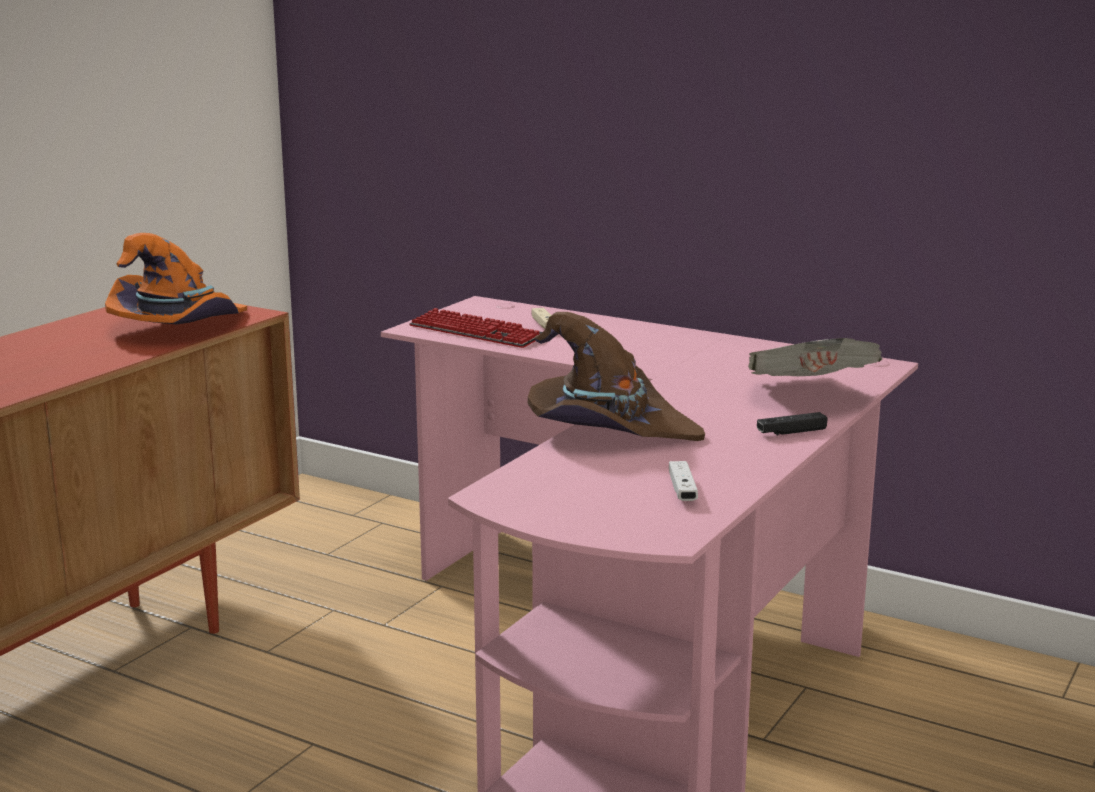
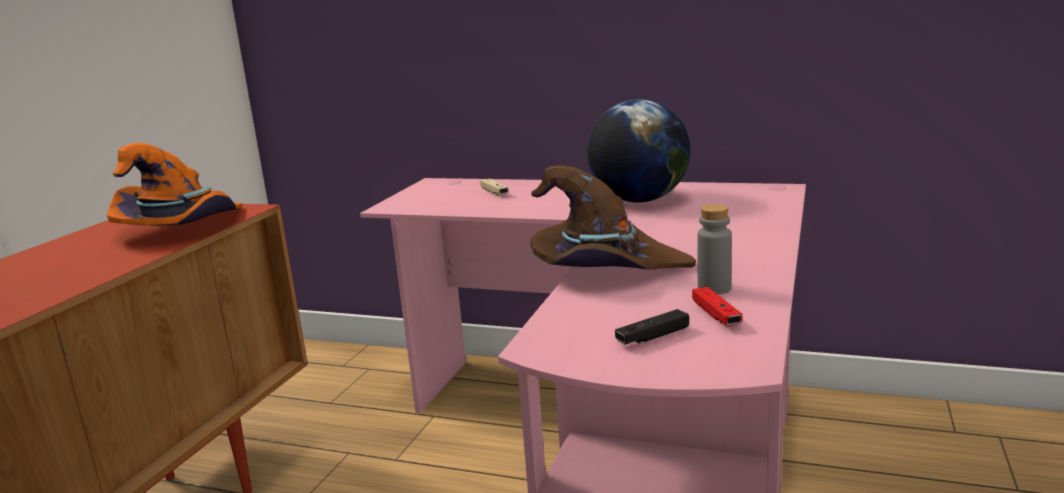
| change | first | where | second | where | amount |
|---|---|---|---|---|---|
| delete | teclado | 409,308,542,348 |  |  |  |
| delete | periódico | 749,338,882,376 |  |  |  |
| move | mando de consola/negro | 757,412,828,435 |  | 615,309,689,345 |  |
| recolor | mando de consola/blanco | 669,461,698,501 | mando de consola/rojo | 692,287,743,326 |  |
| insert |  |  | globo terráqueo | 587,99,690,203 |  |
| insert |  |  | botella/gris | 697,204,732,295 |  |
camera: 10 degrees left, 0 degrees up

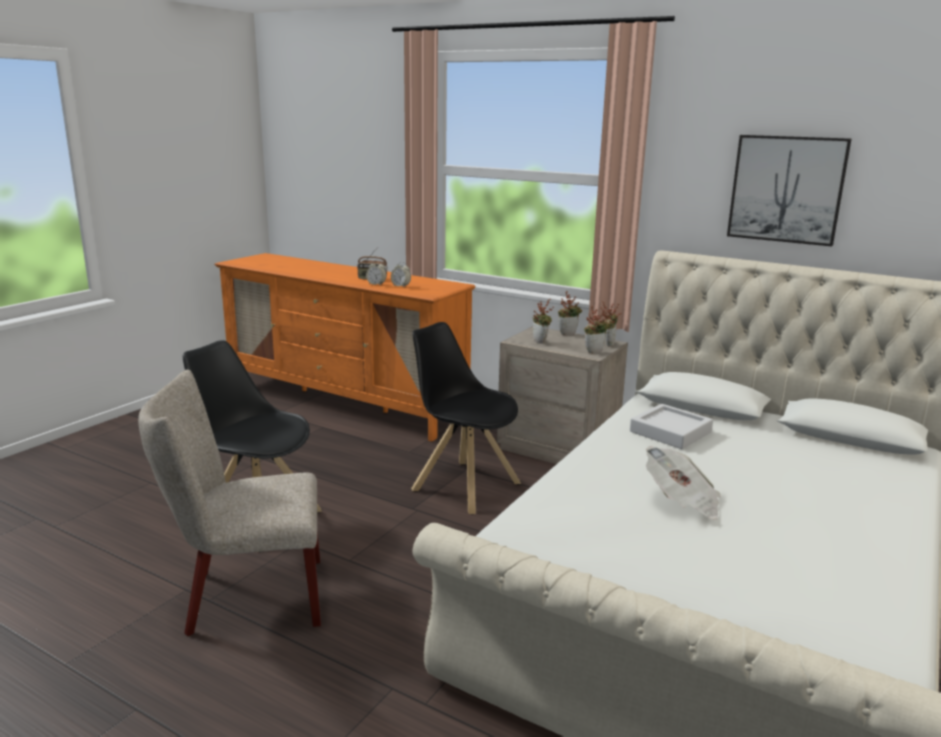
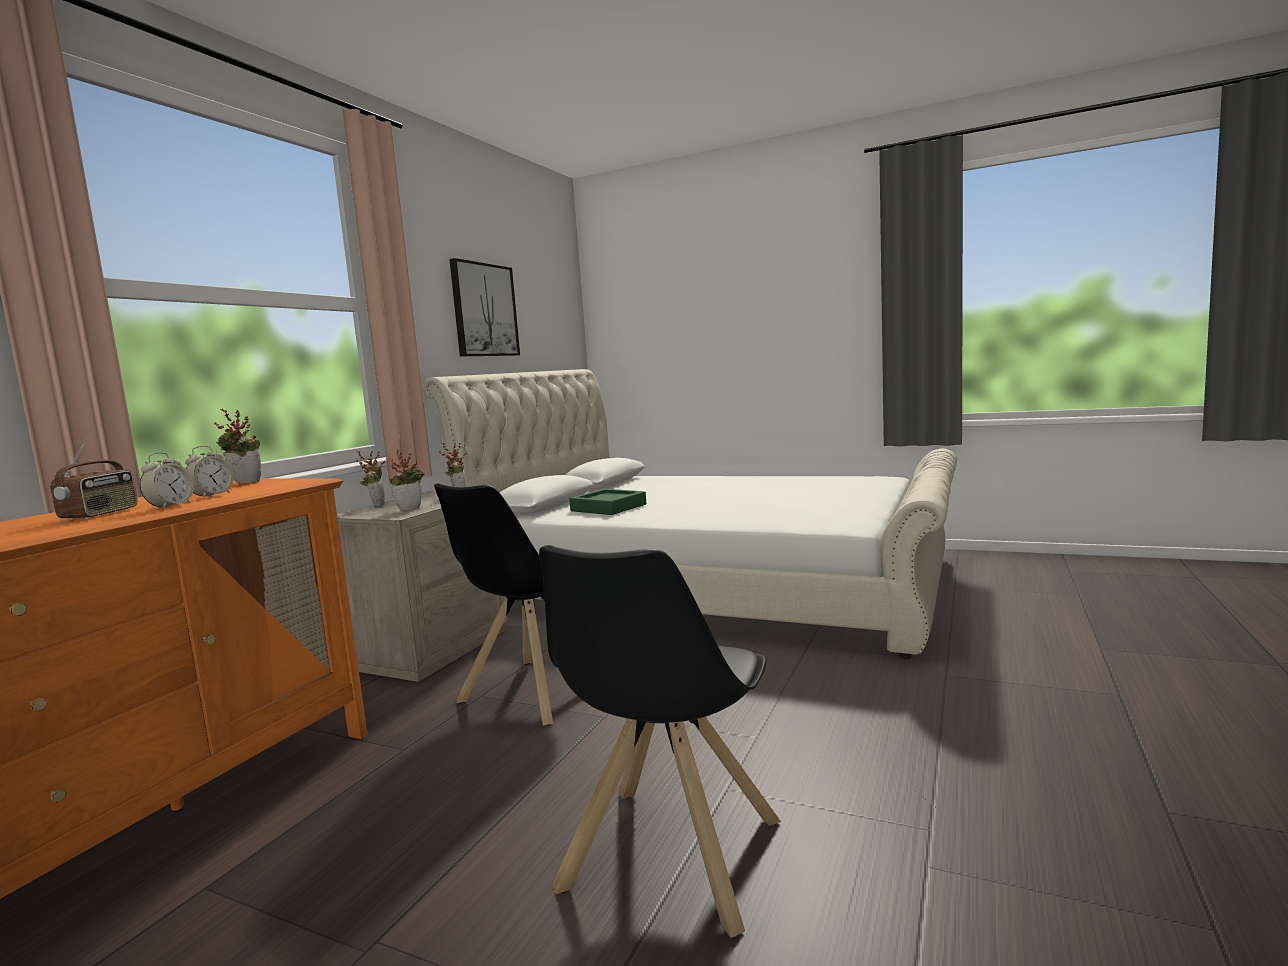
| change | first | where | second | where | amount |
|---|---|---|---|---|---|
| move | planta en maceta | 601,301,621,347 |  | 214,409,261,483 |  |
| delete | silla/beis | 138,370,321,636 |  |  |  |
| recolor | bandeja/gris | 630,404,713,449 | bandeja/verde | 569,489,646,515 |  |
| delete | periódico | 646,446,721,519 |  |  |  |
camera: 95 degrees left, 10 degrees down

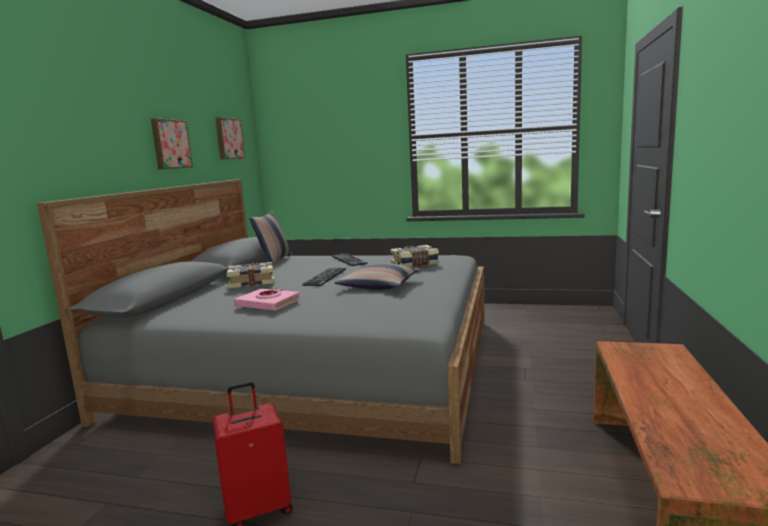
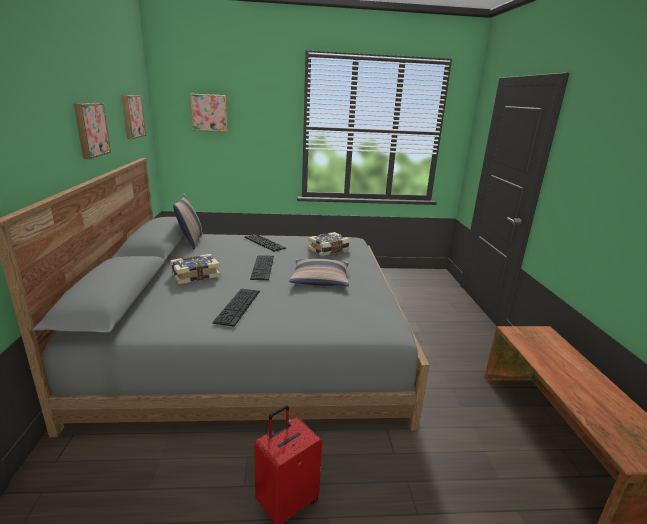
| change | first | where | second | where | amount |
|---|---|---|---|---|---|
| replace | libro/rosa | 234,288,300,311 | teclado | 212,289,260,327 |  |
| insert |  |  | cuadro | 190,93,228,132 |  |
camera: 20 degrees left, 10 degrees up

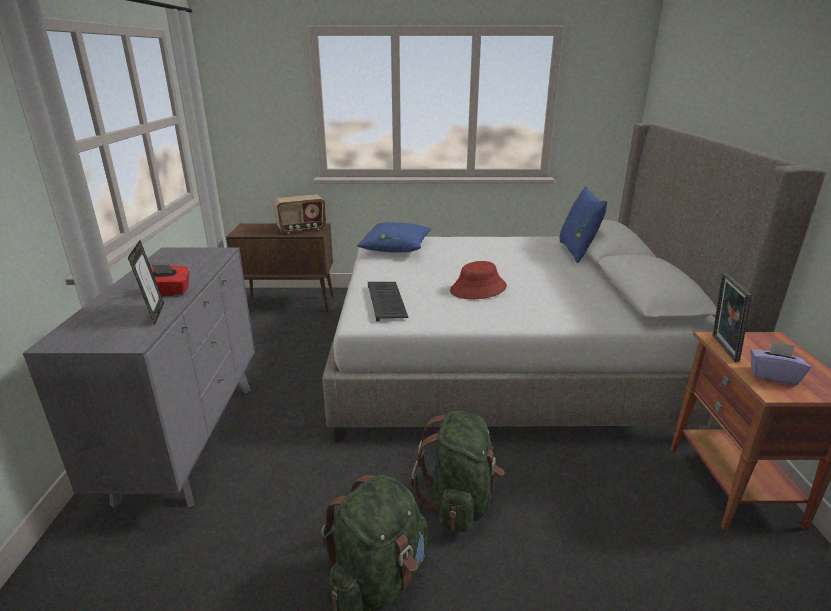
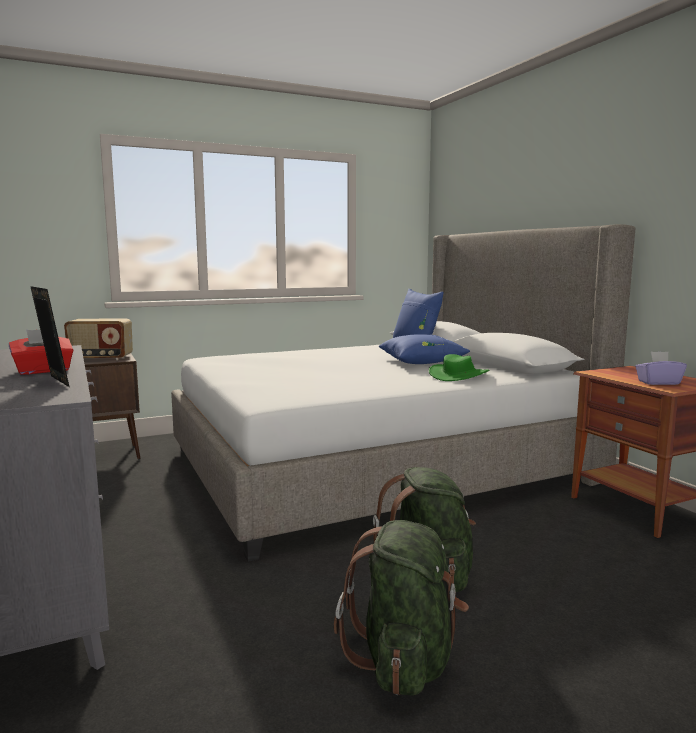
| change | first | where | second | where | amount |
|---|---|---|---|---|---|
| rotate | radio | 274,194,326,234 |  | 64,319,133,360 | 45 degrees clockwise |
| move | cojín/azul | 357,222,431,252 |  | 379,334,470,364 |  |
| delete | sombrero/rojo | 450,261,507,299 |  |  |  |
| delete | portarretratos | 712,273,752,362 |  |  |  |
| delete | teclado | 368,282,408,322 |  |  |  |
| insert |  |  | sombrero/verde | 429,354,489,381 |  |
camera: 25 degrees left, 15 degrees down

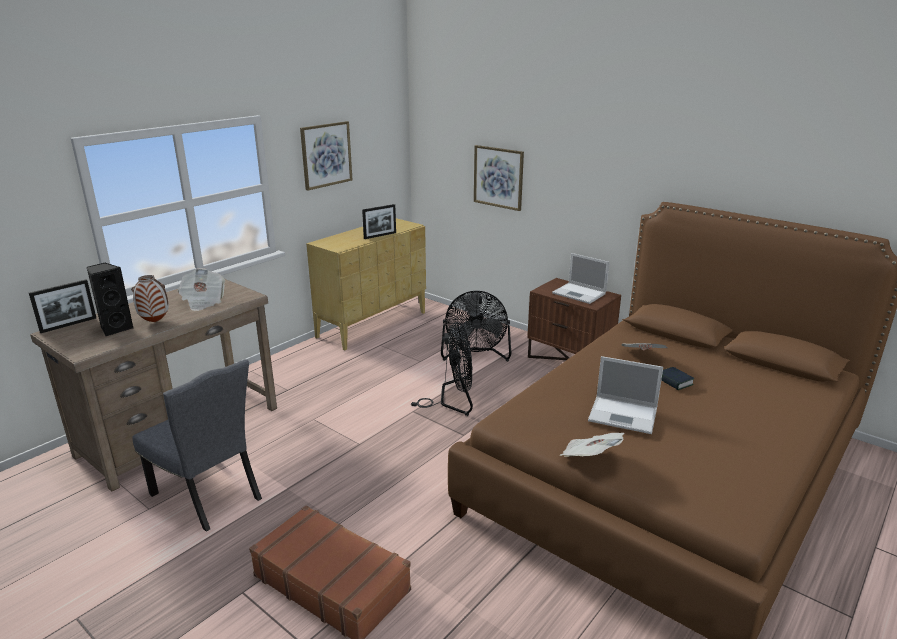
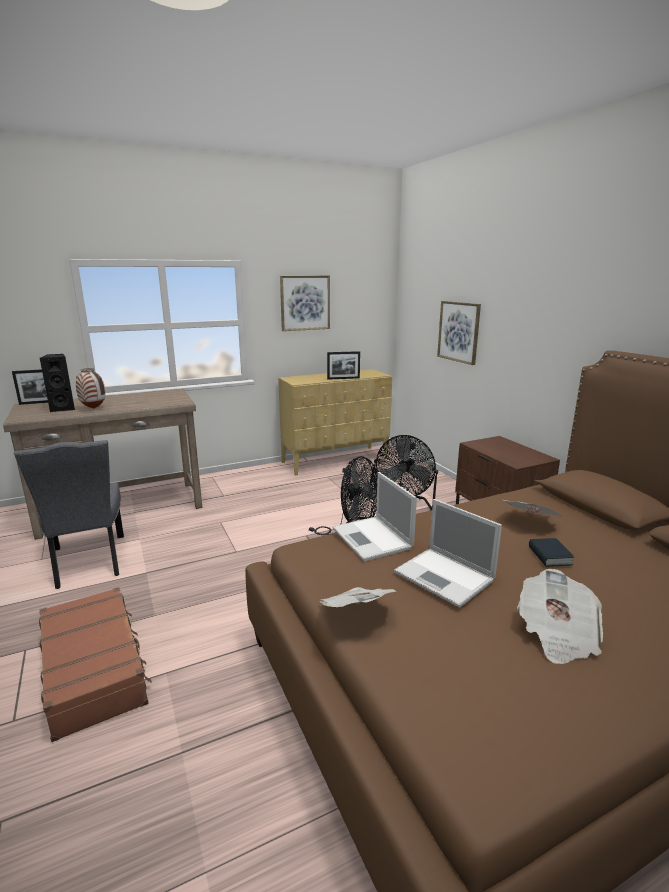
| change | first | where | second | where | amount |
|---|---|---|---|---|---|
| move | portátil | 552,253,610,304 |  | 333,472,417,562 |  |
| move | periódico | 178,268,225,311 |  | 517,569,603,664 |  |
camera: 25 degrees right, 5 degrees down

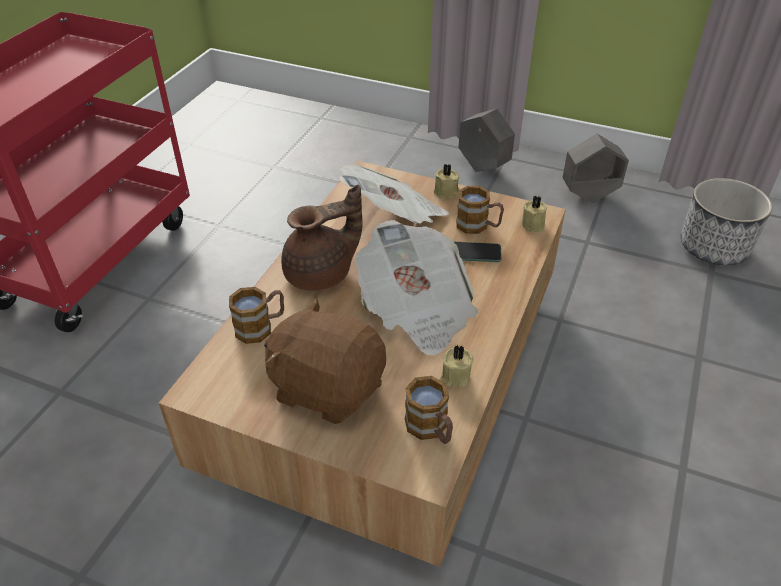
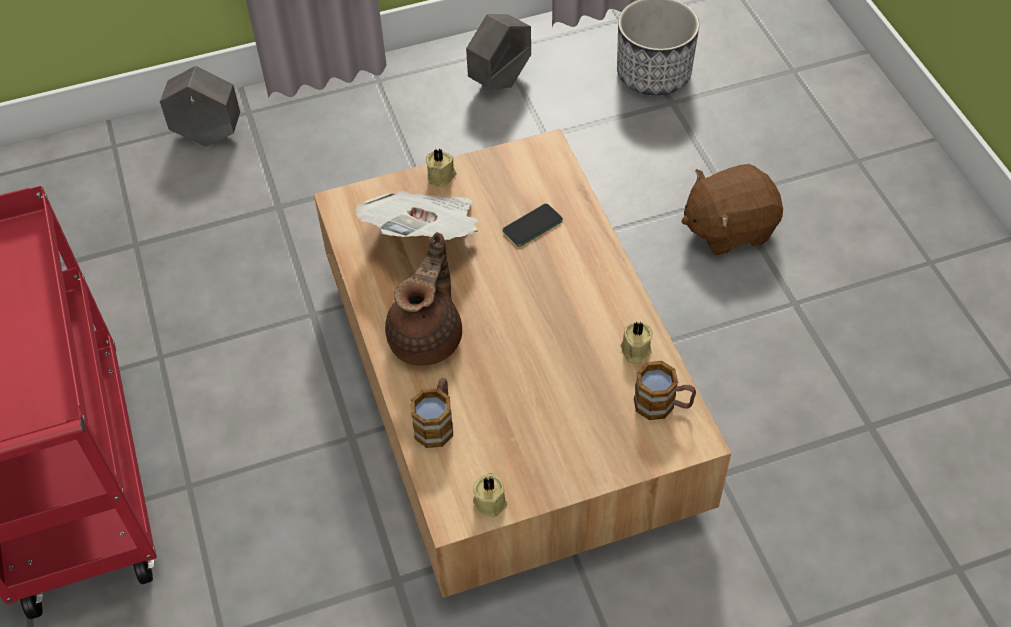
| change | first | where | second | where | amount |
|---|---|---|---|---|---|
| move | maceta/gris | 458,109,515,172 |  | 160,66,240,147 |  |
| delete | taza grande | 456,186,504,234 |  |  |  |
| move | vela/beis | 522,196,547,232 |  | 473,474,507,517 |  |
| delete | periódico | 355,220,478,356 |  |  |  |
| move | peluche/marrón | 264,298,386,424 |  | 681,164,783,256 |  |
camera: 40 degrees left, 10 degrees up

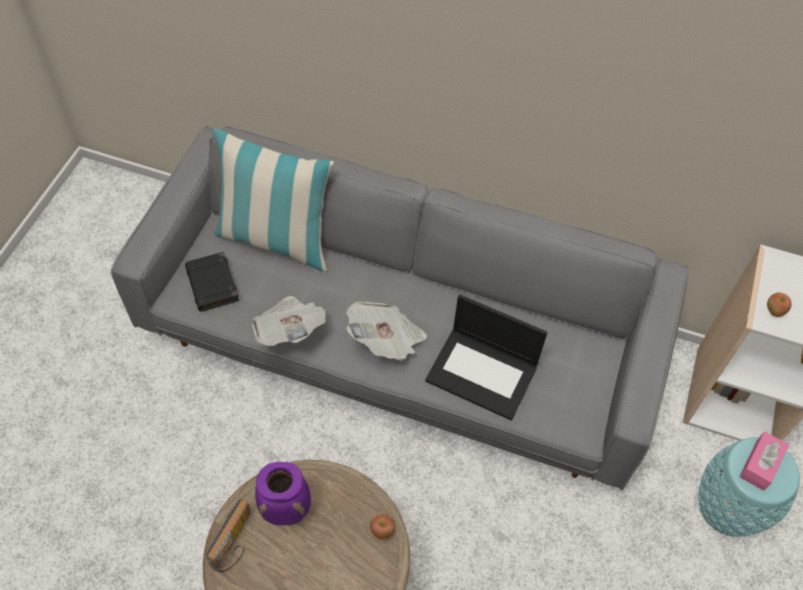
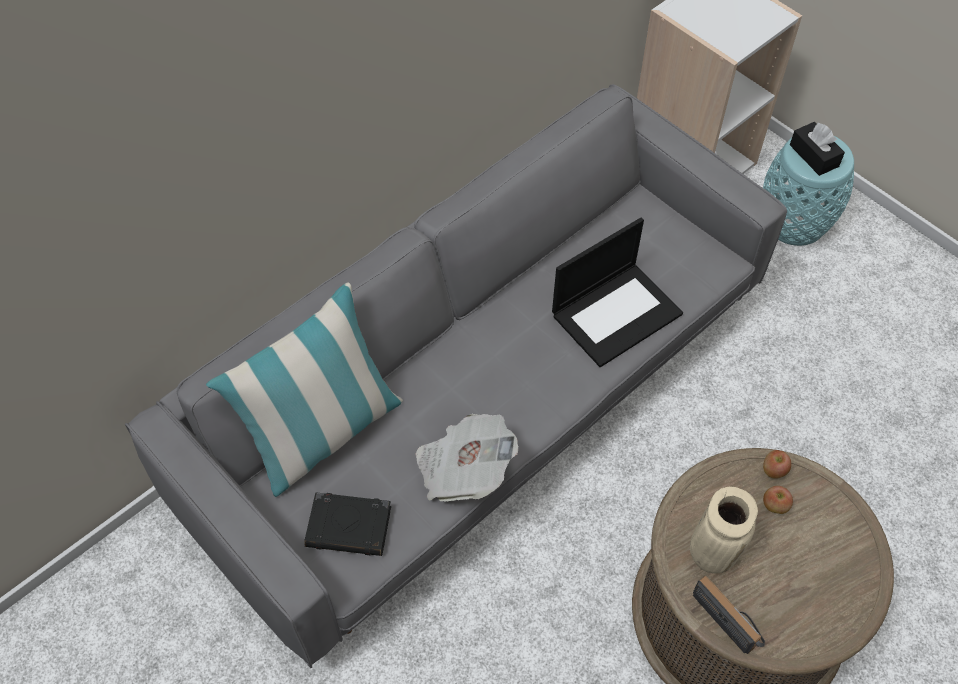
| change | first | where | second | where | amount |
|---|---|---|---|---|---|
| move | manzana | 767,293,792,317 |  | 763,486,793,514 |  |
| delete | periódico | 346,301,427,361 |  |  |  |
| recolor | caja de pañuelos/rosa | 739,431,789,491 | caja de pañuelos/negro | 790,122,845,176 |  |
| recolor | florero/morado | 255,462,311,525 | florero/beis | 690,486,758,573 |  |
camera: 60 degrees left, 0 degrees up

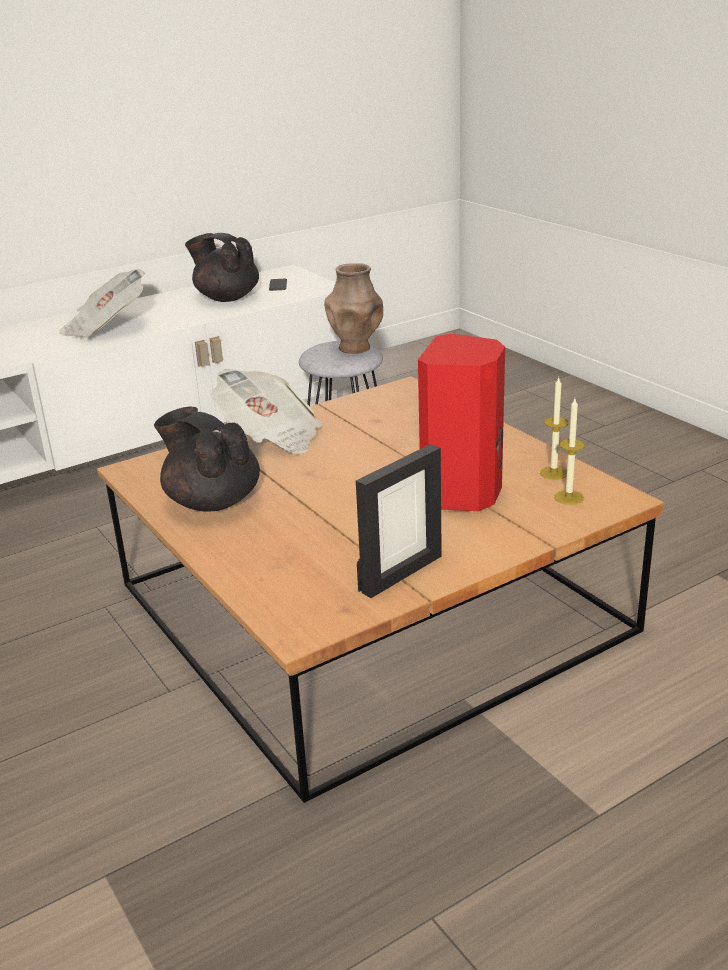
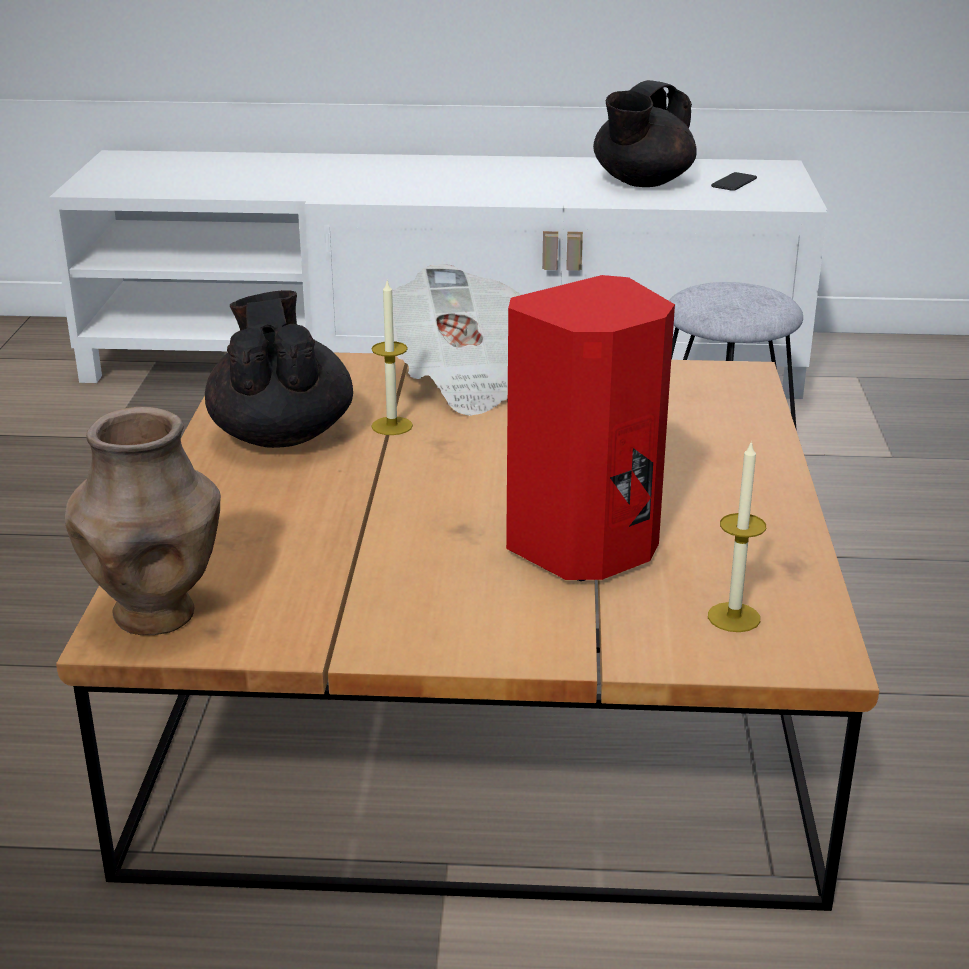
| change | first | where | second | where | amount |
|---|---|---|---|---|---|
| rotate | tetera/negro | 185,233,259,302 |  | 593,80,697,187 | 120 degrees counterclockwise |
| move | florero/marrón | 324,263,383,354 |  | 65,407,221,635 |  |
| delete | periódico | 59,269,145,338 |  |  |  |
| move | vela | 540,378,569,480 |  | 371,281,413,435 |  |
| delete | portarretratos | 356,444,442,598 |  |  |  |
camera: 35 degrees right, 0 degrees up

